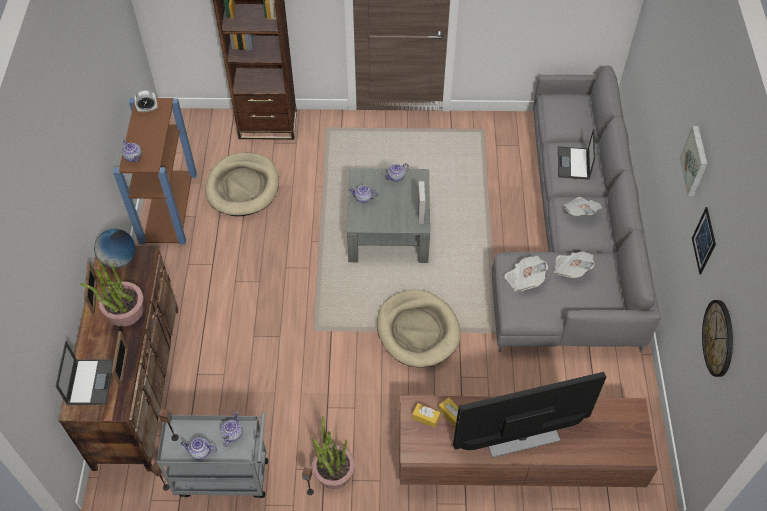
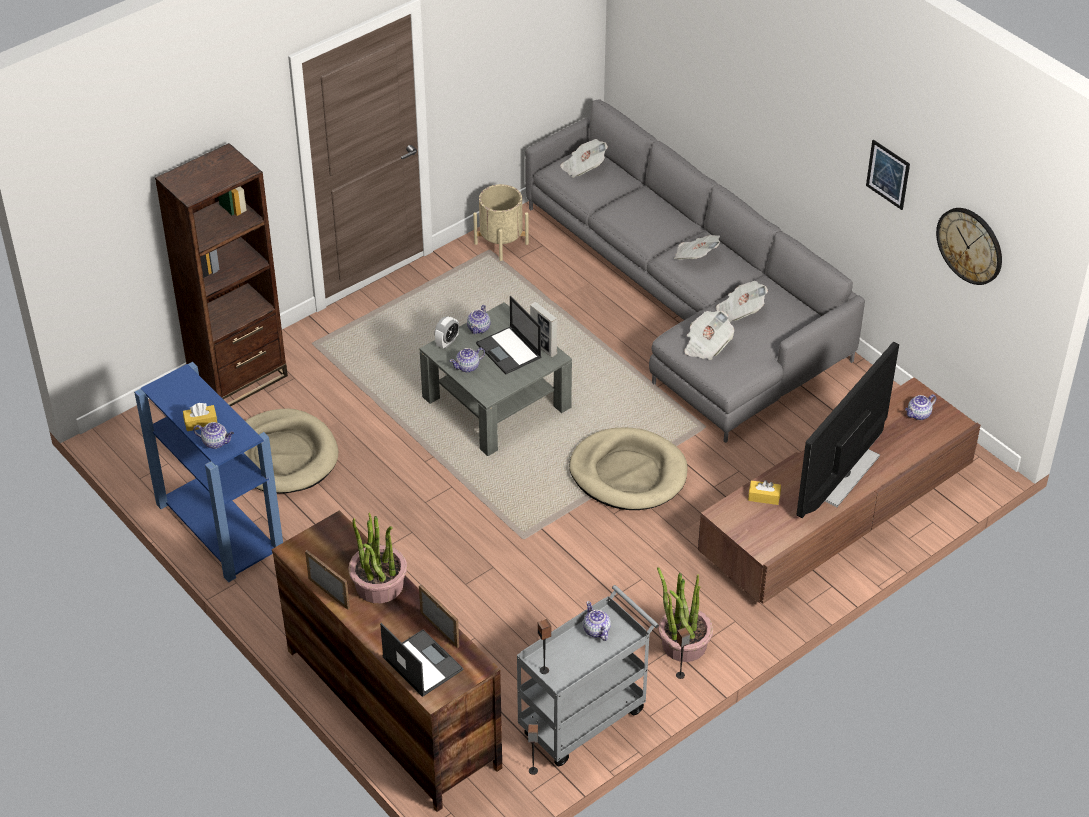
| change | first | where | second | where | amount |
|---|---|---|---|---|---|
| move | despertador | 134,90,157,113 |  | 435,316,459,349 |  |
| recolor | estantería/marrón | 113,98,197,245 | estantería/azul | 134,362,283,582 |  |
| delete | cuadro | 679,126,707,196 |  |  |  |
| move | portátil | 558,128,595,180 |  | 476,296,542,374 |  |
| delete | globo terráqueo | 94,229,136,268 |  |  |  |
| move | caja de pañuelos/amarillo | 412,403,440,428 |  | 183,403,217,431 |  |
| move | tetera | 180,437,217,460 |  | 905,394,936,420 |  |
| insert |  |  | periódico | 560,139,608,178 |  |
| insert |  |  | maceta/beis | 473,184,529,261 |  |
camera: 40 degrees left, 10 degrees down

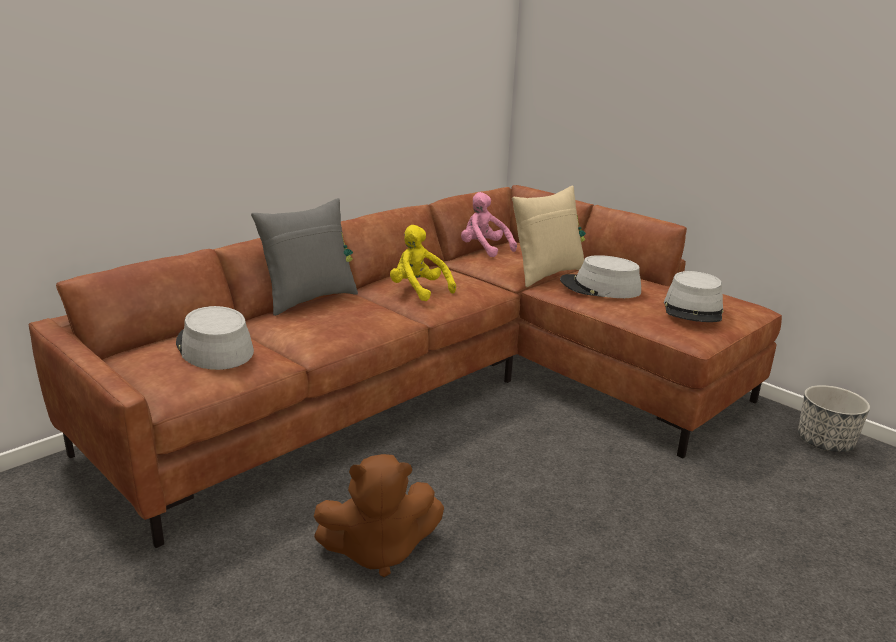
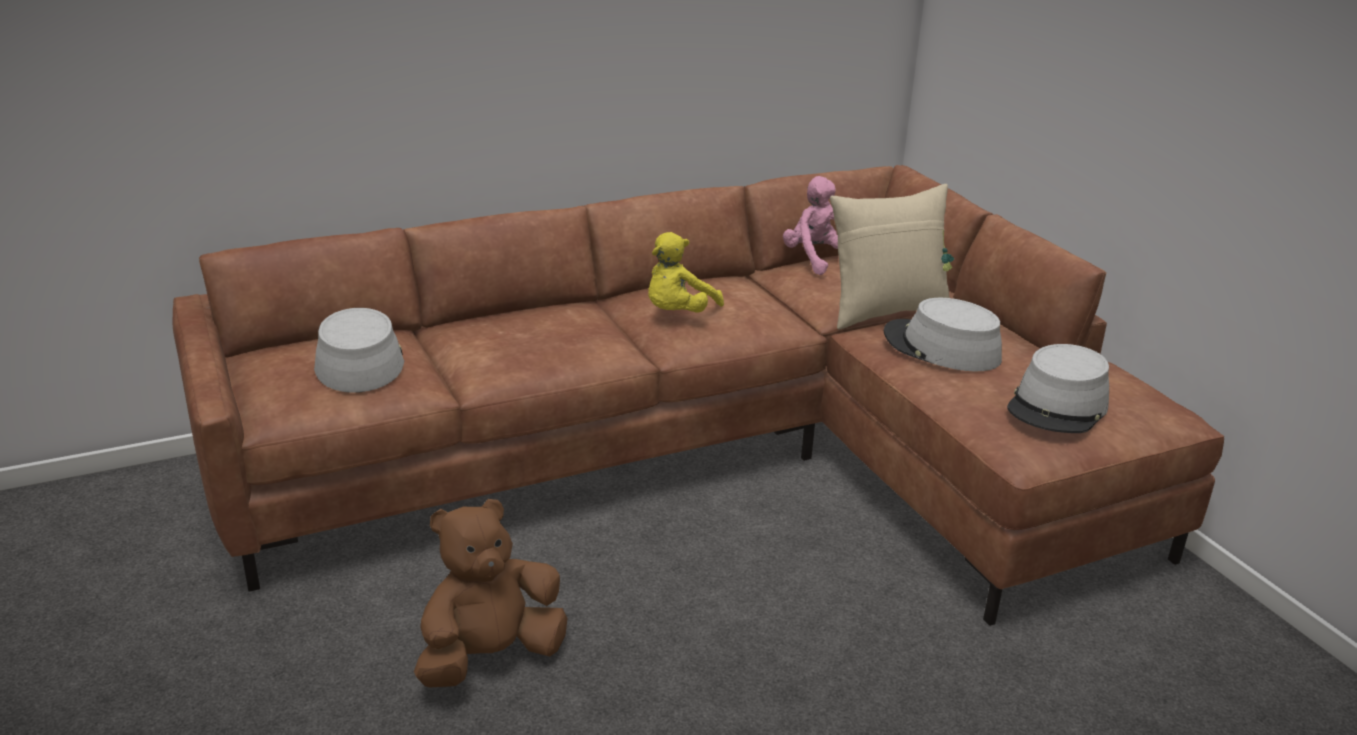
| change | first | where | second | where | amount |
|---|---|---|---|---|---|
| delete | cojín/gris | 251,198,358,316 |  |  |  |
| rotate | peluche/amarillo | 390,225,456,301 |  | 648,232,724,313 | 120 degrees counterclockwise |
| delete | maceta | 798,385,870,452 |  |  |  |
| rotate | peluche/marrón | 314,454,444,577 |  | 414,499,567,687 | 135 degrees clockwise |
camera: 20 degrees right, 5 degrees up

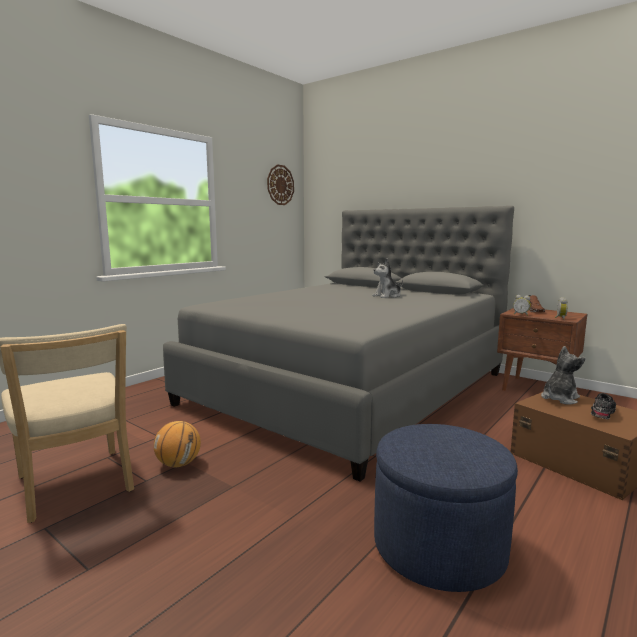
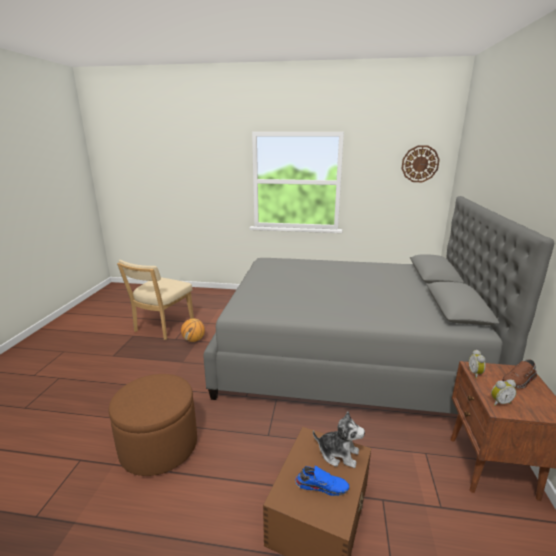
| change | first | where | second | where | amount |
|---|---|---|---|---|---|
| delete | peluche | 372,259,403,298 |  |  |  |
| recolor | zapato/negro | 591,393,616,419 | zapato/azul | 296,466,349,496 |  |
| recolor | puf/azul | 374,424,518,592 | puf/marrón | 109,374,197,476 |  |
camera: 60 degrees right, 10 degrees up

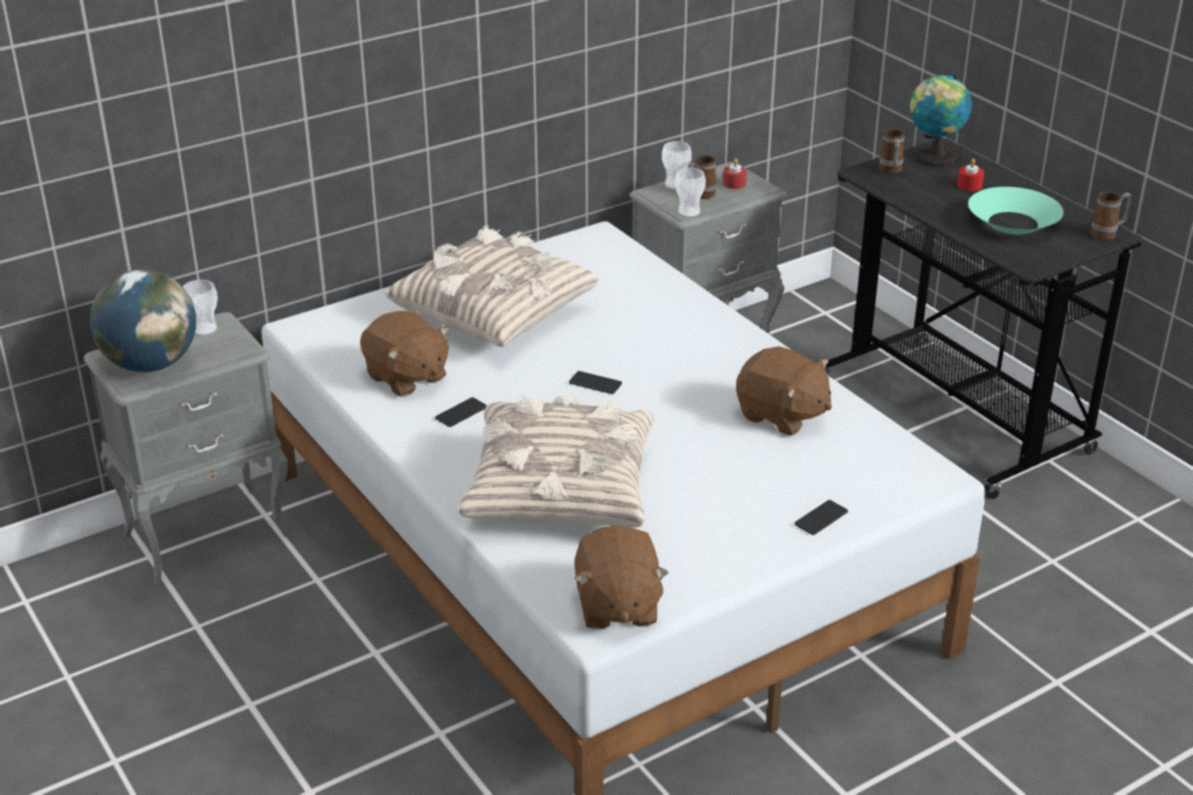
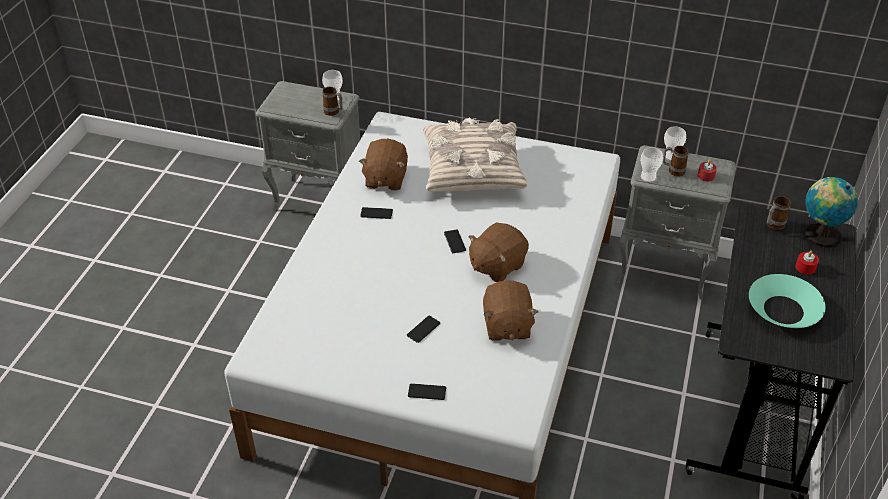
| change | first | where | second | where | amount |
|---|---|---|---|---|---|
| move | taza grande | 1090,192,1132,240 |  | 322,87,343,116 |  |
| delete | globo terráqueo | 90,269,196,372 |  |  |  |
| delete | cojín/beis | 458,394,654,527 |  |  |  |
| move | peluche/marrón | 574,525,669,629 |  | 468,222,529,282 |  |
| insert |  |  | móvil | 407,316,440,343 |  |
camera: 50 degrees right, 10 degrees up

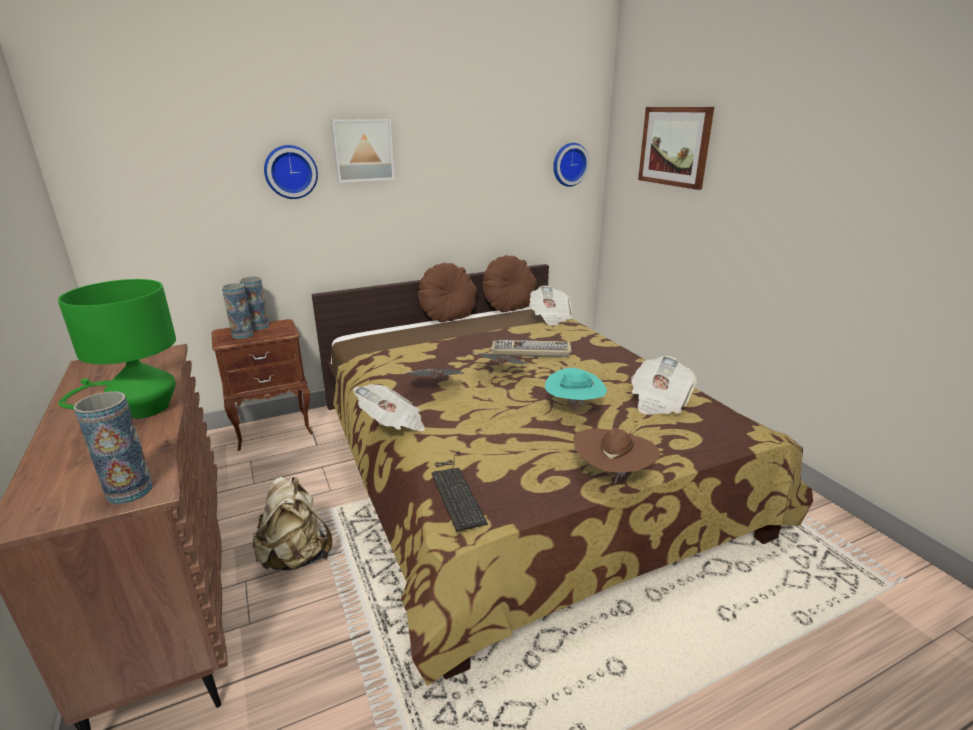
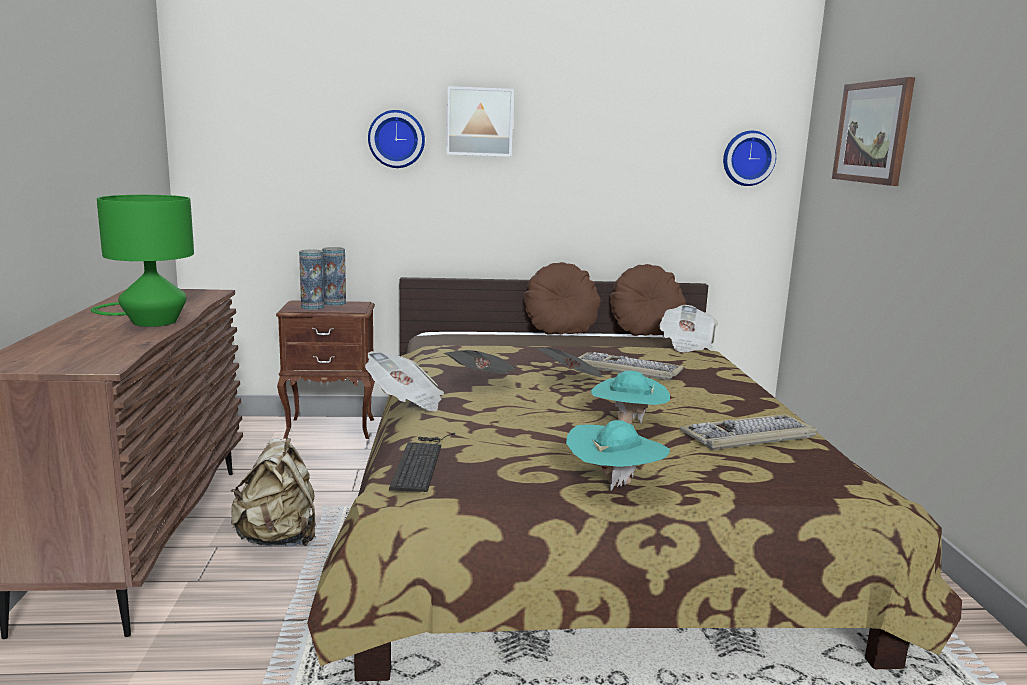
| change | first | where | second | where | amount |
|---|---|---|---|---|---|
| replace | periódico | 631,356,697,415 | teclado | 680,414,817,450 |  |
| delete | florero | 73,391,153,504 |  |  |  |
| recolor | sombrero/marrón | 573,428,660,483 | sombrero/turquesa | 566,420,670,491 |  |
camera: 20 degrees right, 10 degrees down

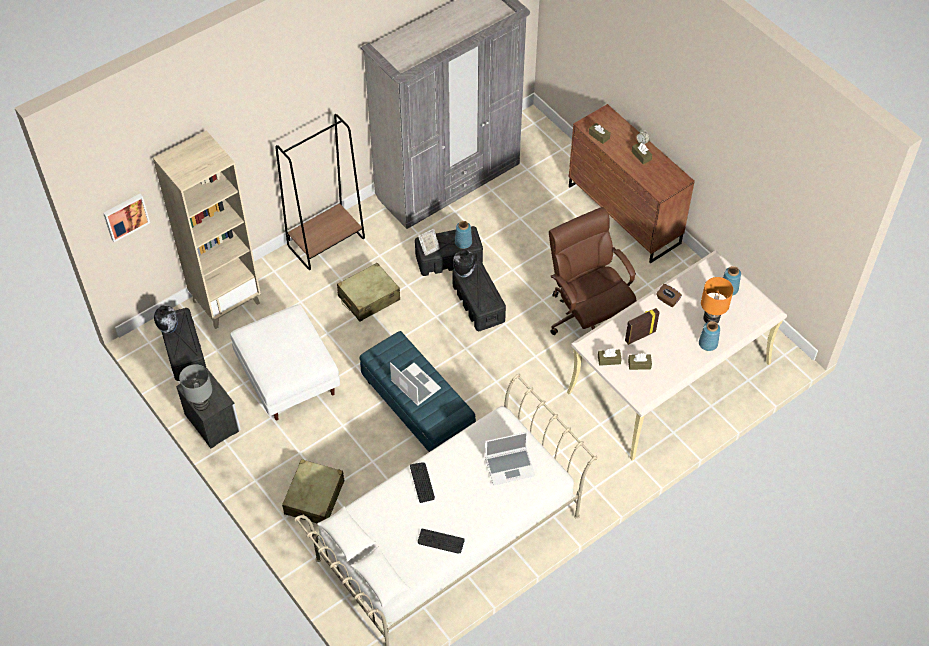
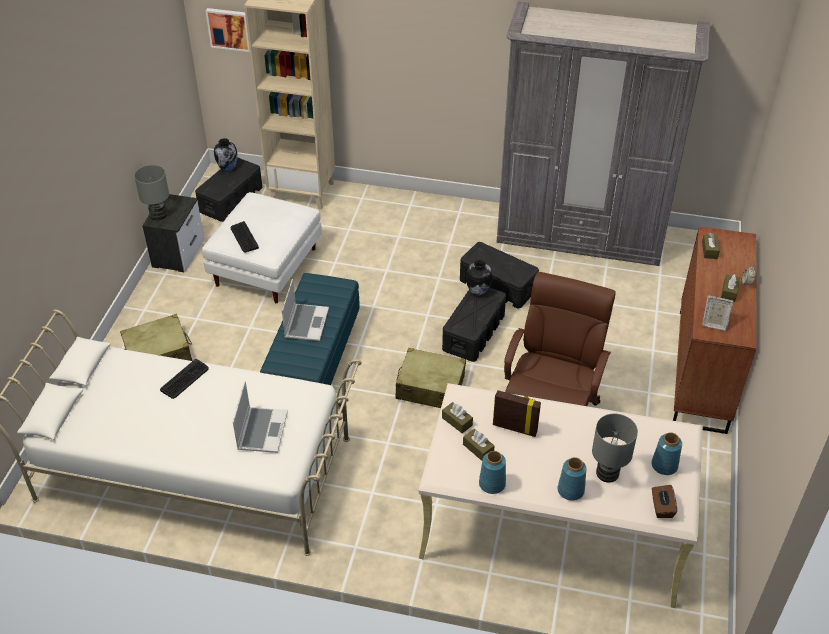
| change | first | where | second | where | amount |
|---|---|---|---|---|---|
| delete | perchero | 275,114,365,270 |  |  |  |
| move | florero/azul | 455,221,472,249 |  | 479,451,506,494 |  |
| move | portarretratos | 418,229,440,256 |  | 702,295,733,331 |  |
| move | maleta/beis | 337,263,400,322 |  | 395,348,466,408 |  |
| recolor | lámpara de mesa/naranja | 701,277,733,323 | lámpara de mesa/gris | 592,414,638,483 |  |
| move | caja de pañuelos/marrón | 656,284,682,307 |  | 652,485,677,518 |  |
| rotate | portátil | 485,432,535,485 |  | 233,381,288,453 | 120 degrees counterclockwise |
| move | teclado | 418,529,465,554 |  | 230,221,259,252 |  |
camera: 50 degrees right, 10 degrees down

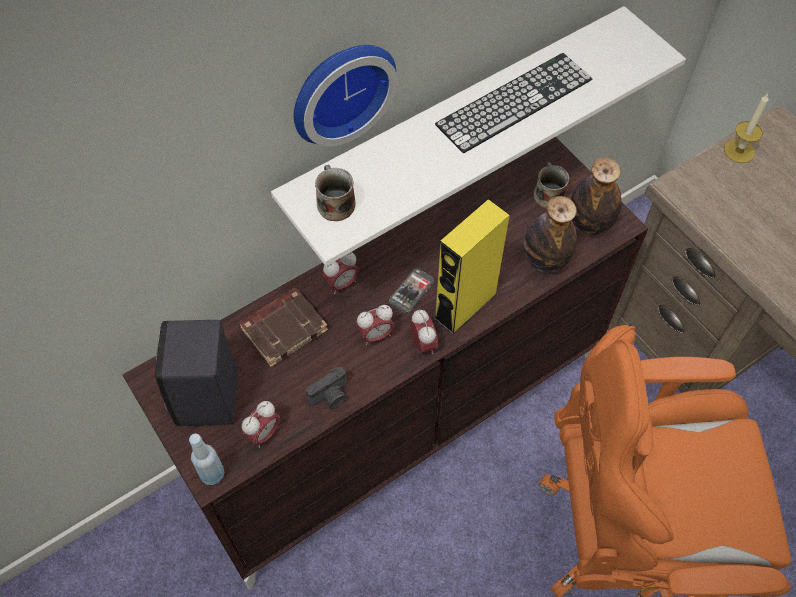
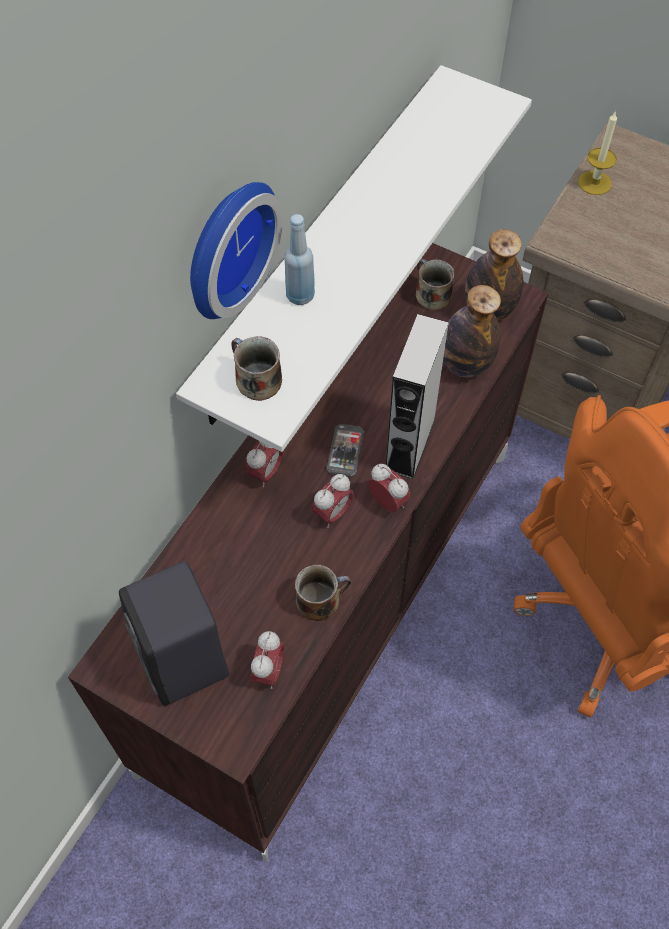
| change | first | where | second | where | amount |
|---|---|---|---|---|---|
| delete | teclado | 435,53,592,153 |  |  |  |
| recolor | altavoz/amarillo | 434,199,510,334 | altavoz/gris | 386,314,449,480 |  |
| delete | libro/marrón | 239,288,328,367 |  |  |  |
| replace | cámara | 306,367,347,409 | taza grande | 295,565,351,621 |  |
| move | botella/azul | 189,433,224,485 |  | 284,214,315,305 |  |
camera: 25 degrees left, 0 degrees up

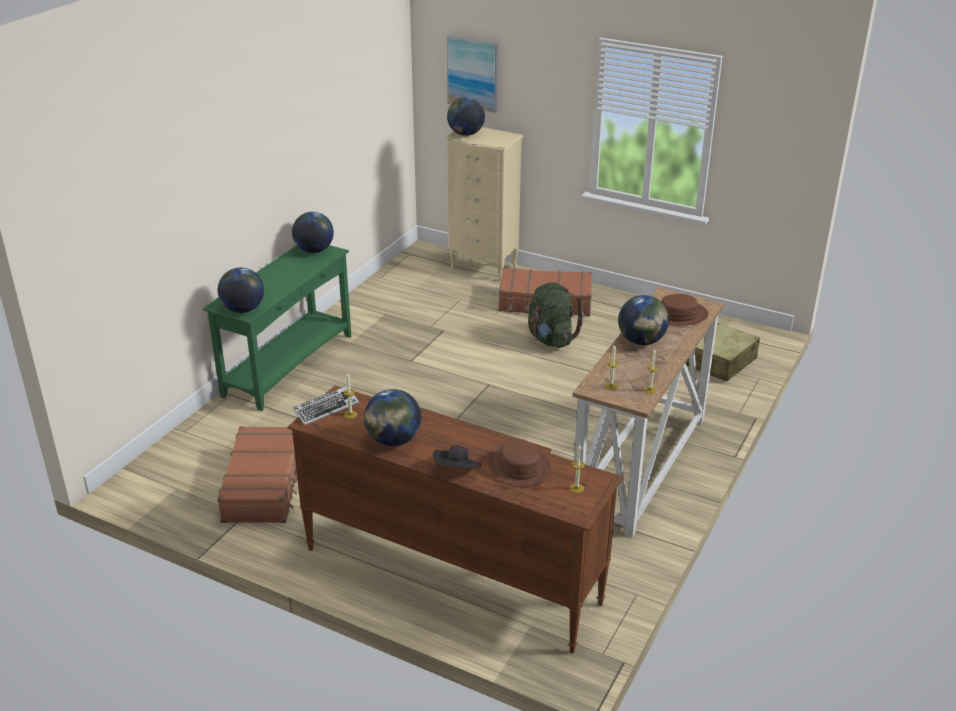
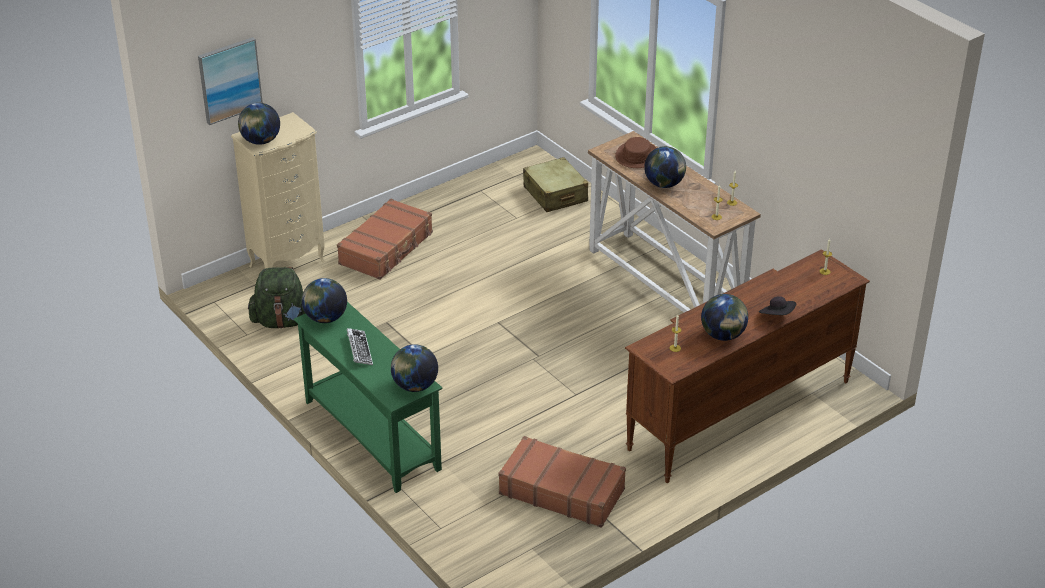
| change | first | where | second | where | amount |
|---|---|---|---|---|---|
| move | mochila/verde | 528,282,584,348 |  | 248,267,306,329 |  |
| move | teclado | 293,386,359,425 |  | 347,328,373,365 |  |
| delete | sombrero/marrón | 488,439,551,487 |  |  |  |
camera: 65 degrees left, 5 degrees up

